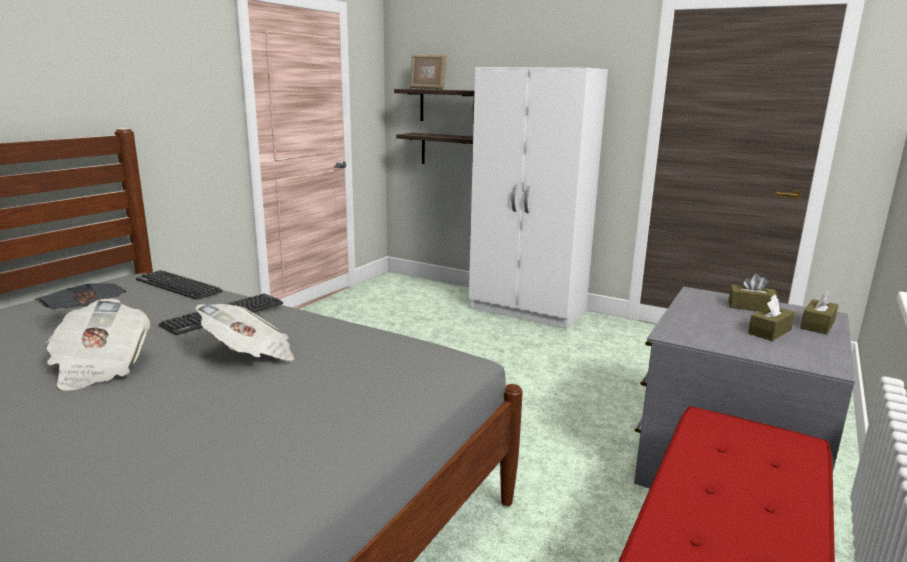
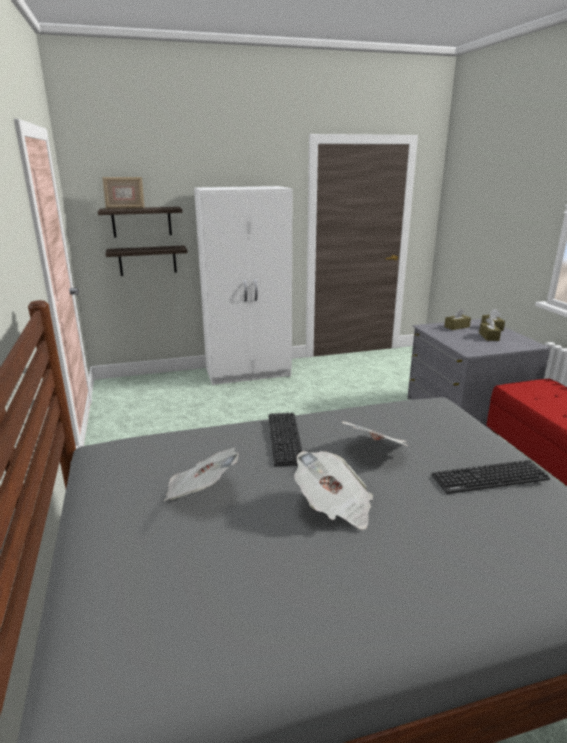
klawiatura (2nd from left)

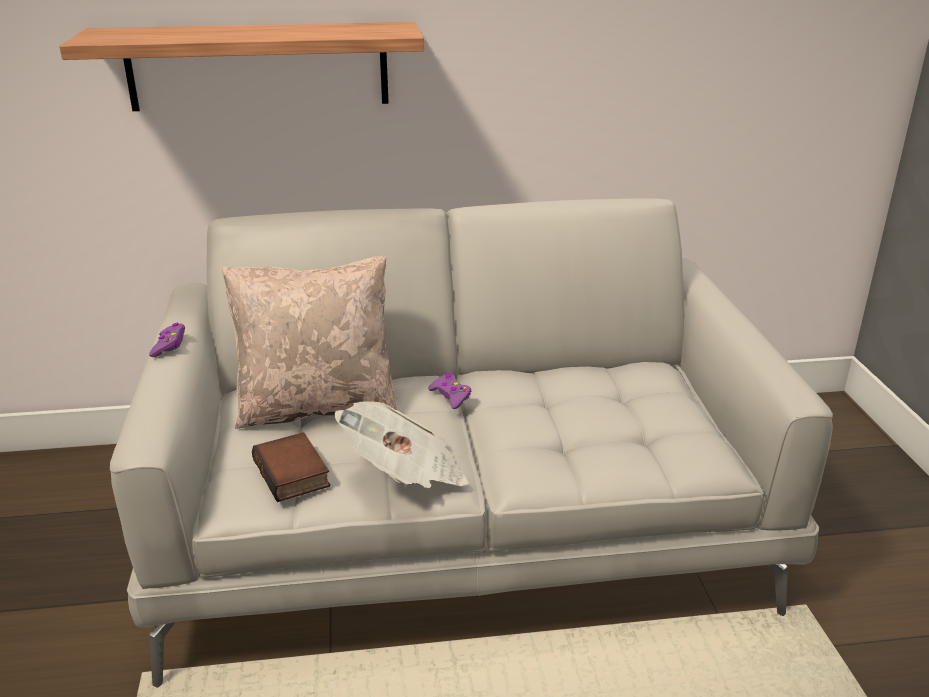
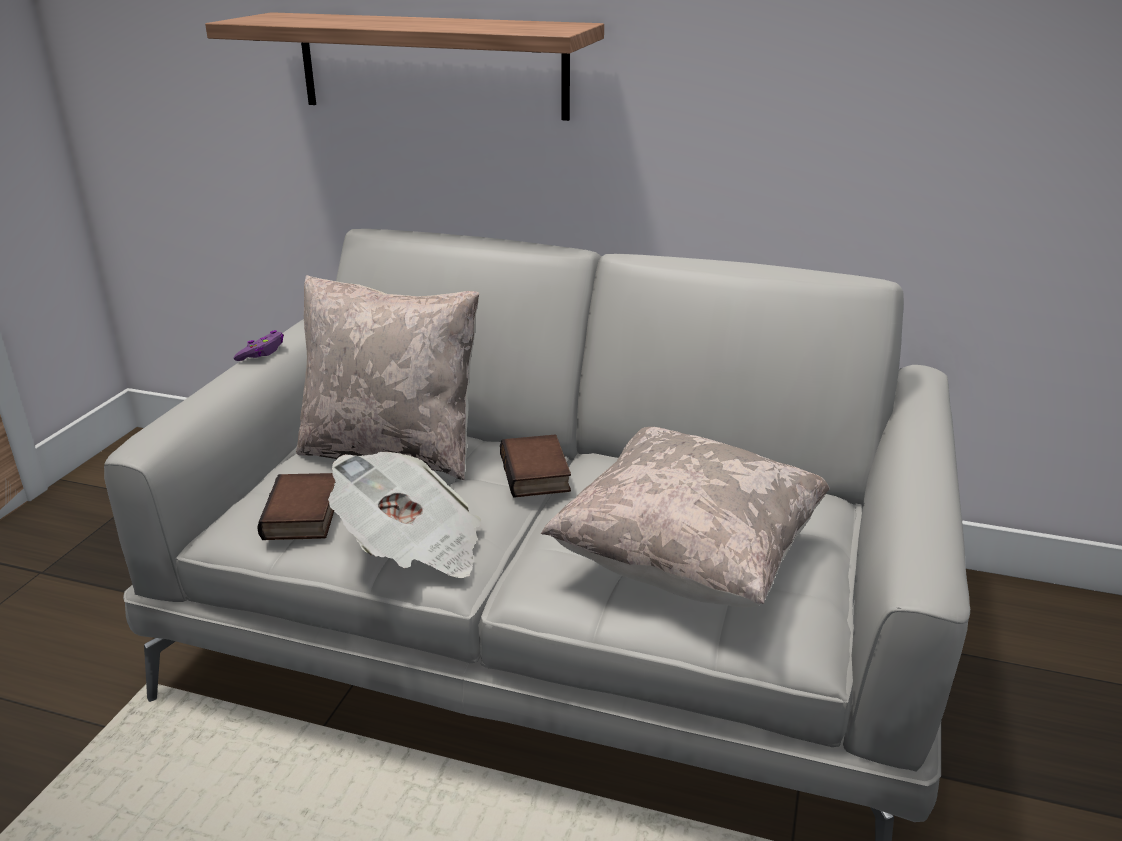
poduszka/beżowy (2nd from left)
książka (2nd from left)

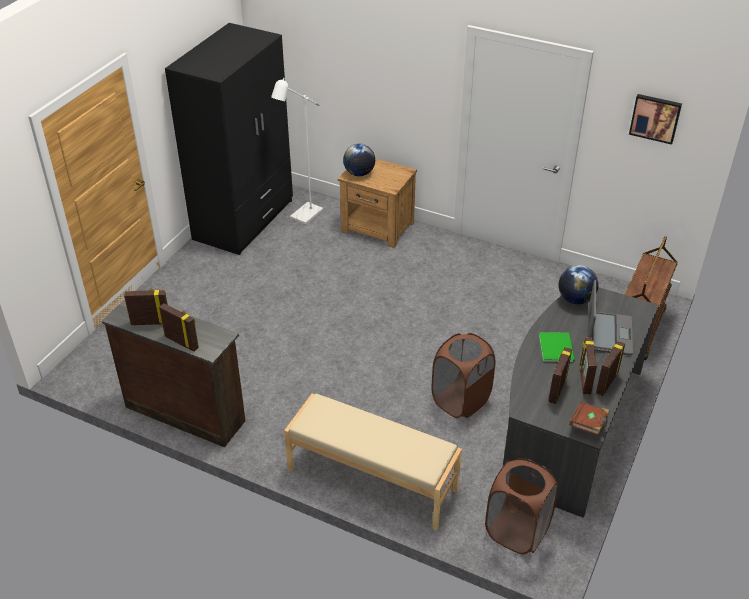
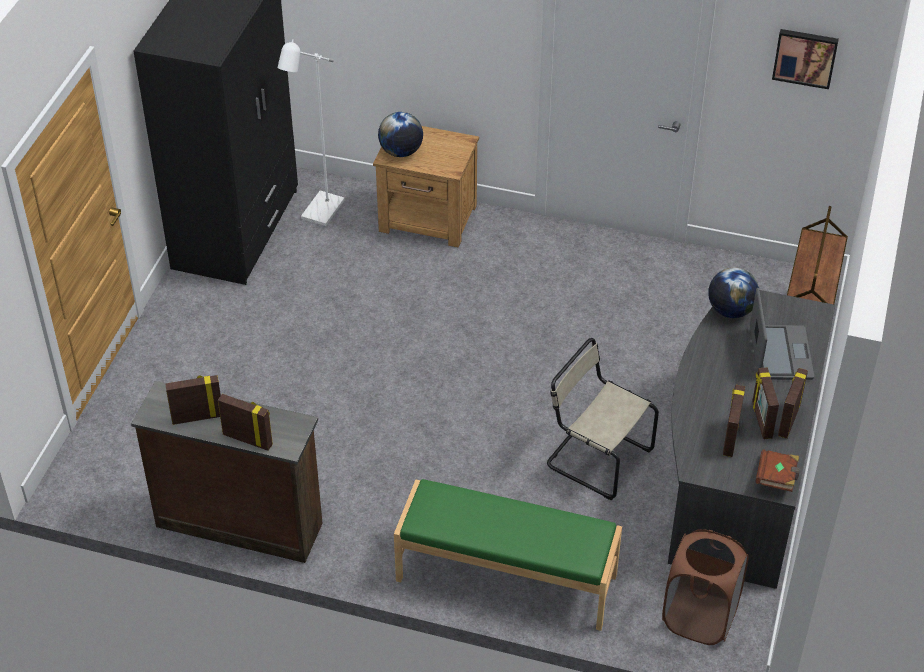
książka/zielony
krzesło/beżowy
ławka/zielony

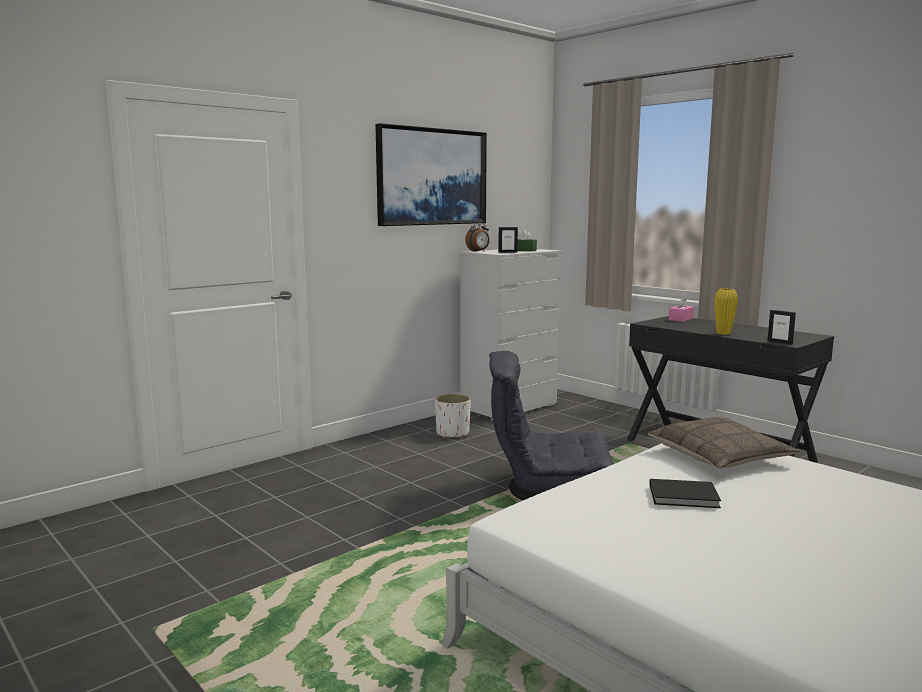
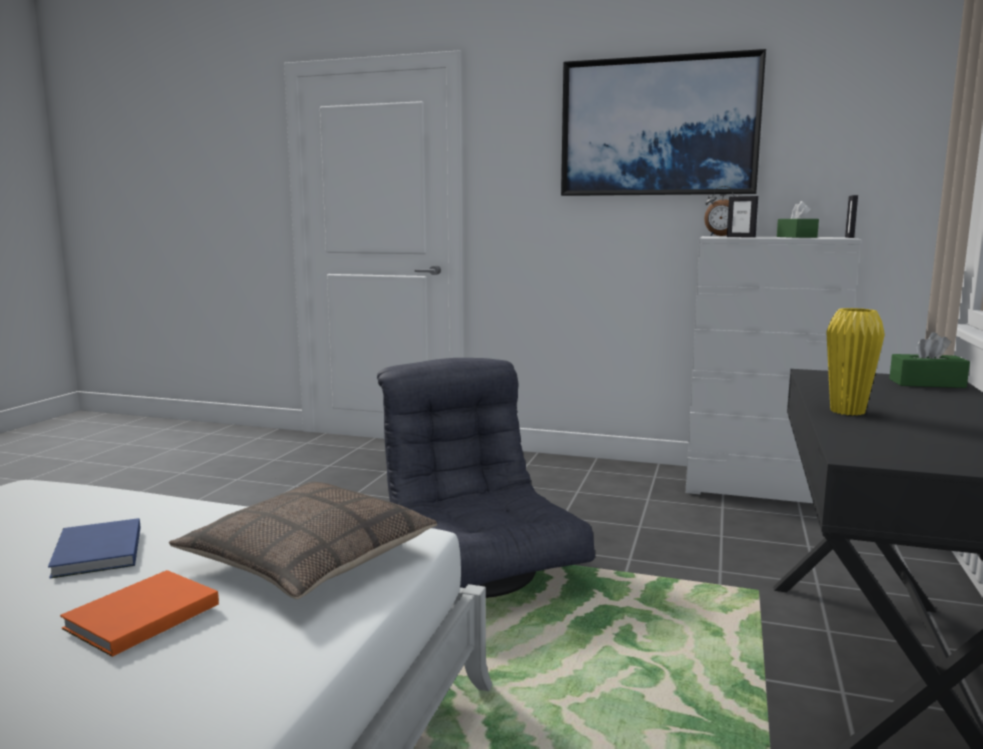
donica/biały
książka/pomarańczowy
ramka na zdjęcie (2nd from left)
książka/niebieski
pudełko chusteczek/zielony (2nd from left)

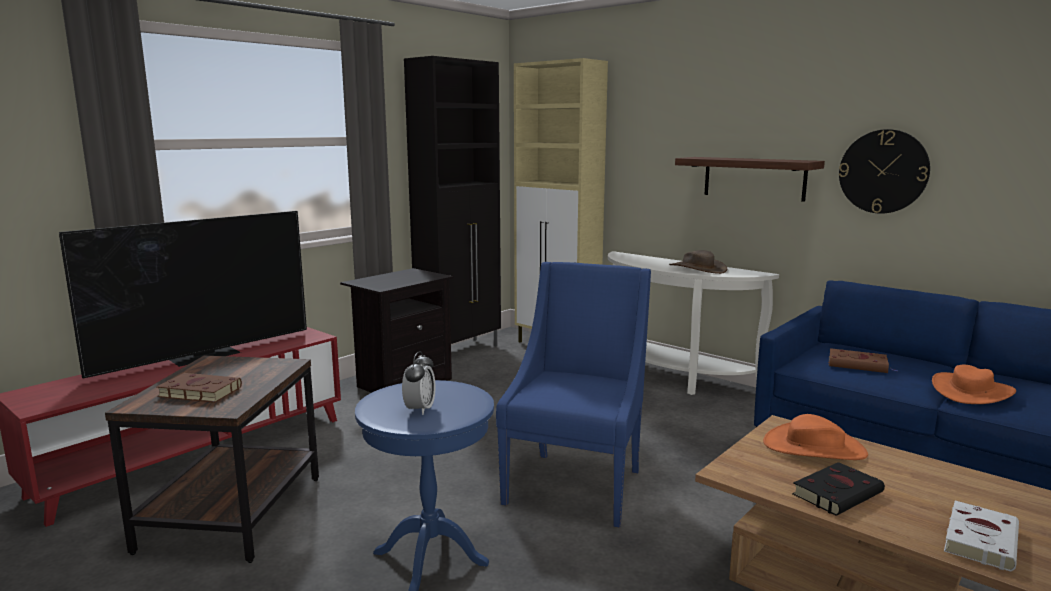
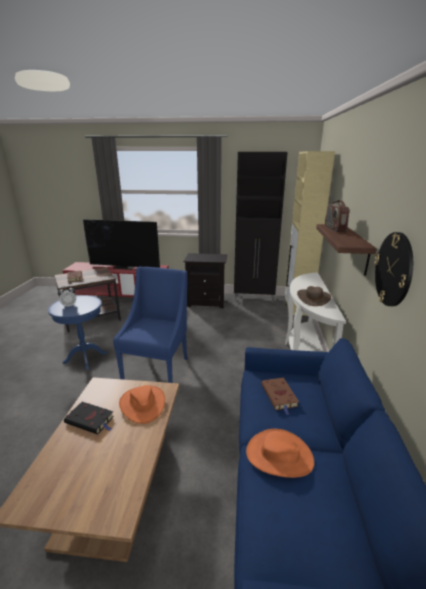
książka/biały
radio
fotel/niebieski

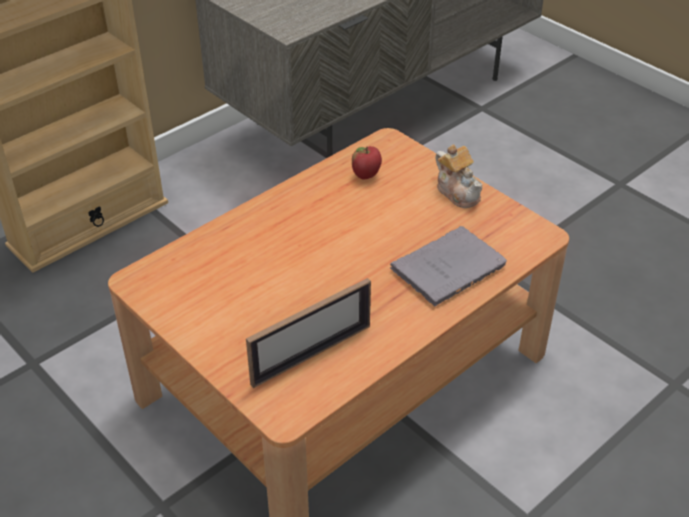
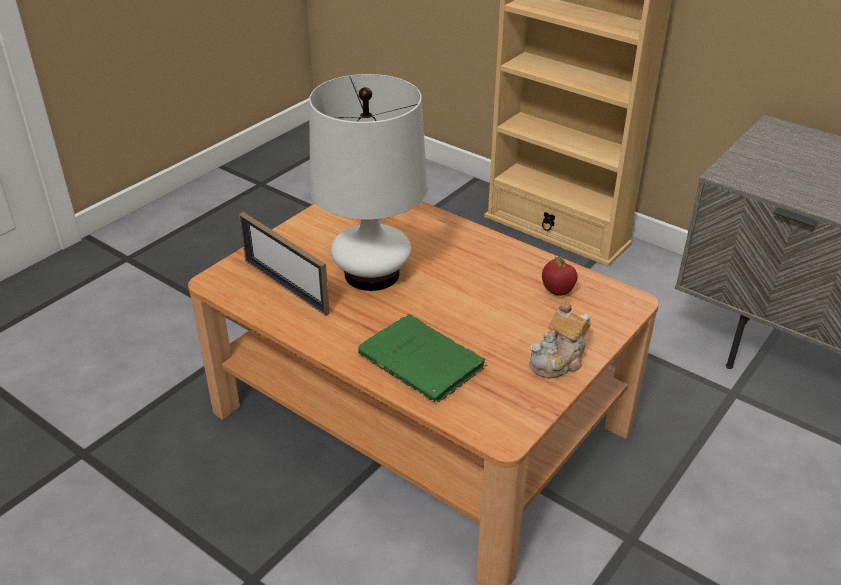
lampa stołowa/biały
książka/zielony

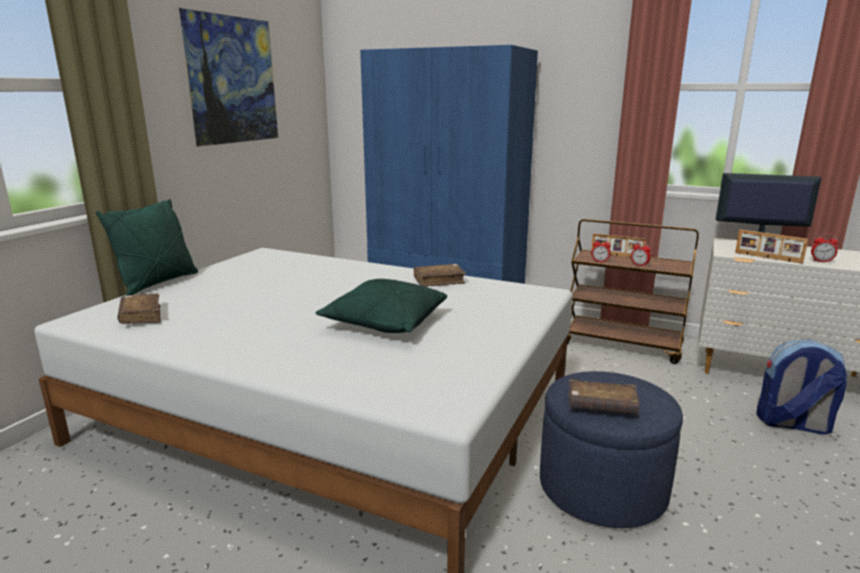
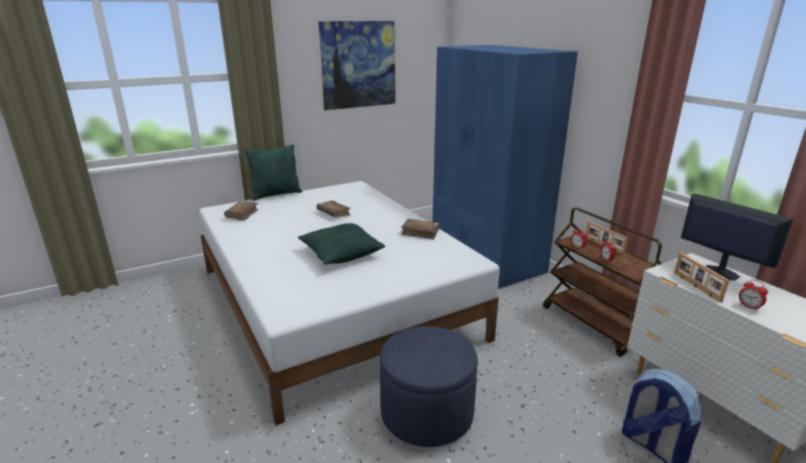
książka/brązowy (2nd from left)

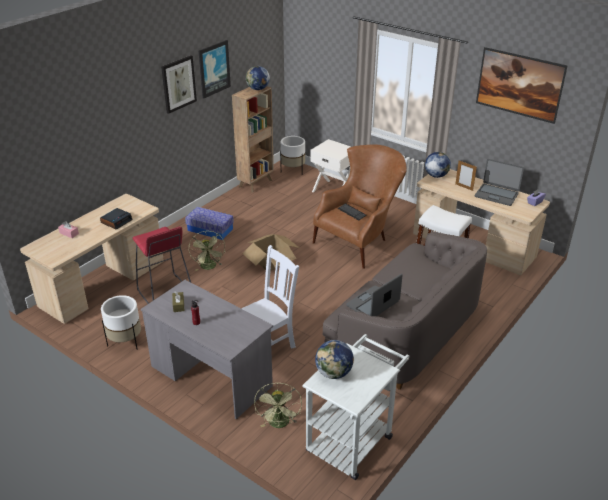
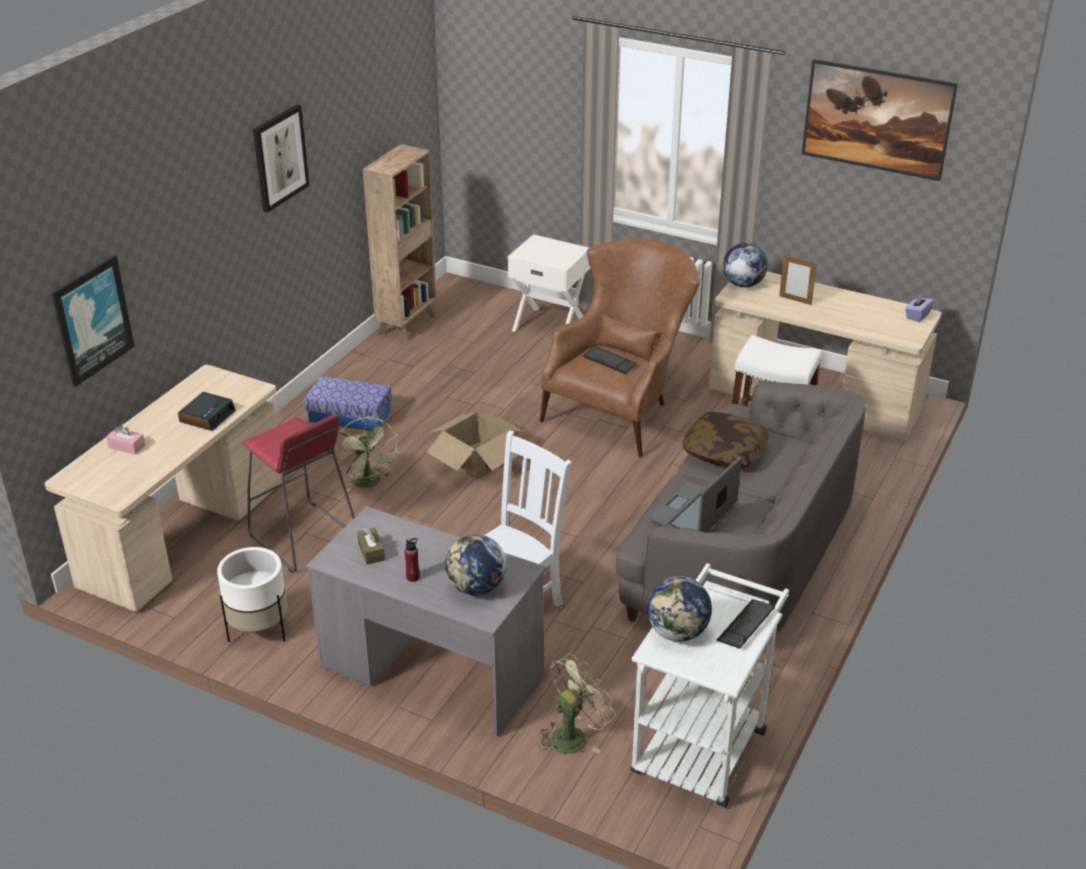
donica/biały (2nd from left in the first image)
laptop (2nd from left in the first image)
poduszka
klawiatura (2nd from left)
obraz (1st from left)
globus (1st from left)
wentylator/zielony (2nd from left)

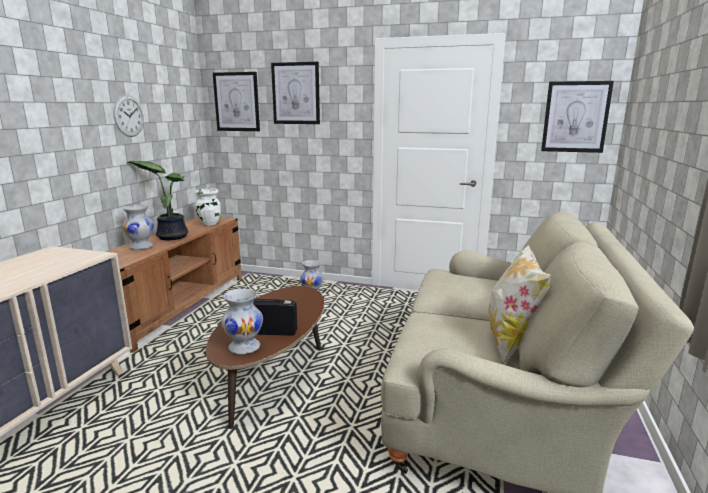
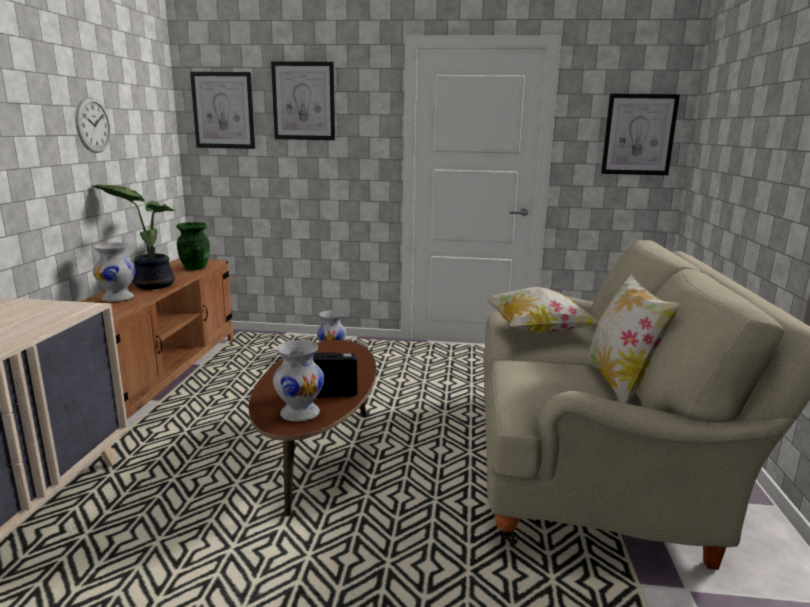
poduszka (1st from left)
wazon/zielony

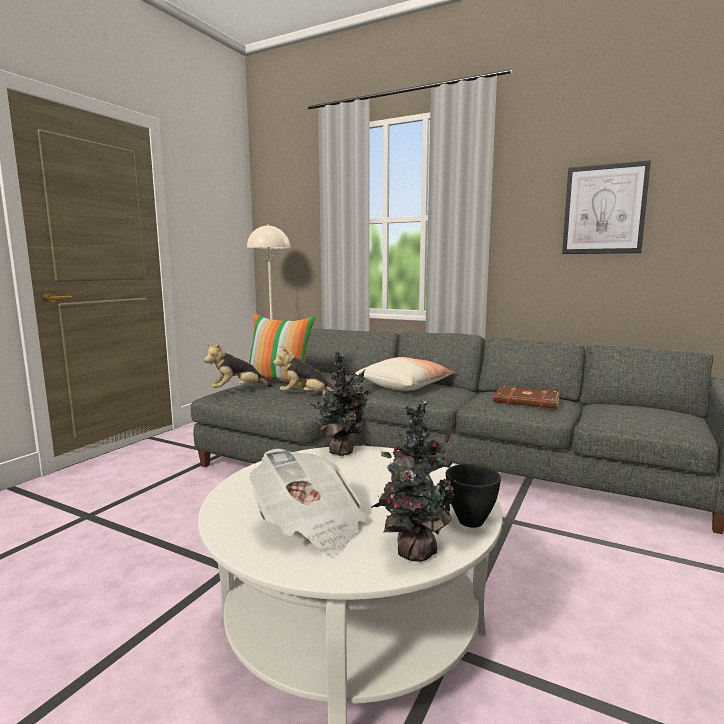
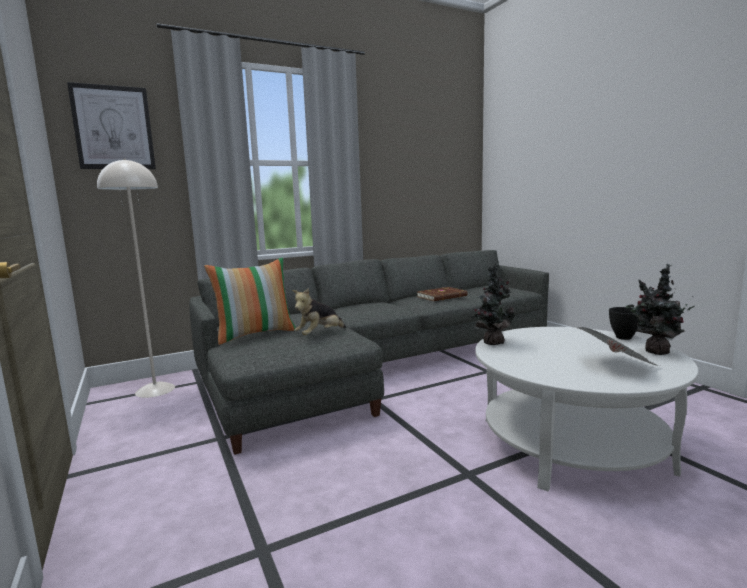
pluszak (1st from left in the first image)
poduszka (2nd from left in the first image)
obraz

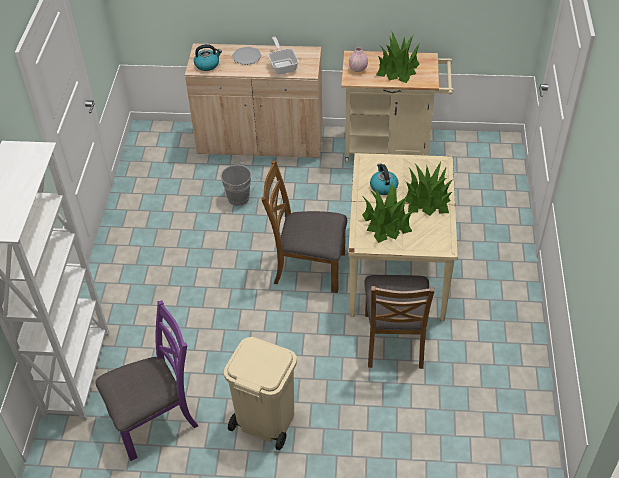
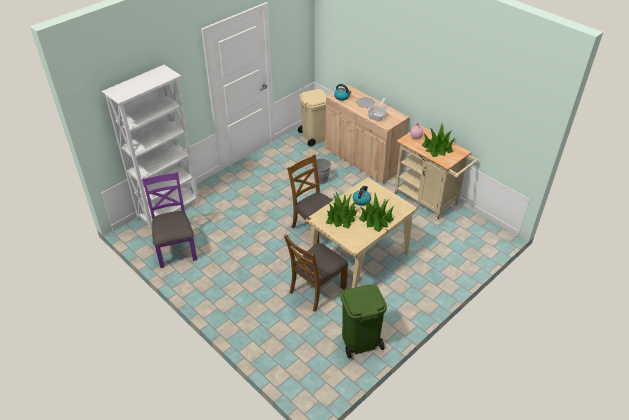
kosz na śmieci/zielony
kosz na śmieci/beżowy
krzesło/fioletowy

